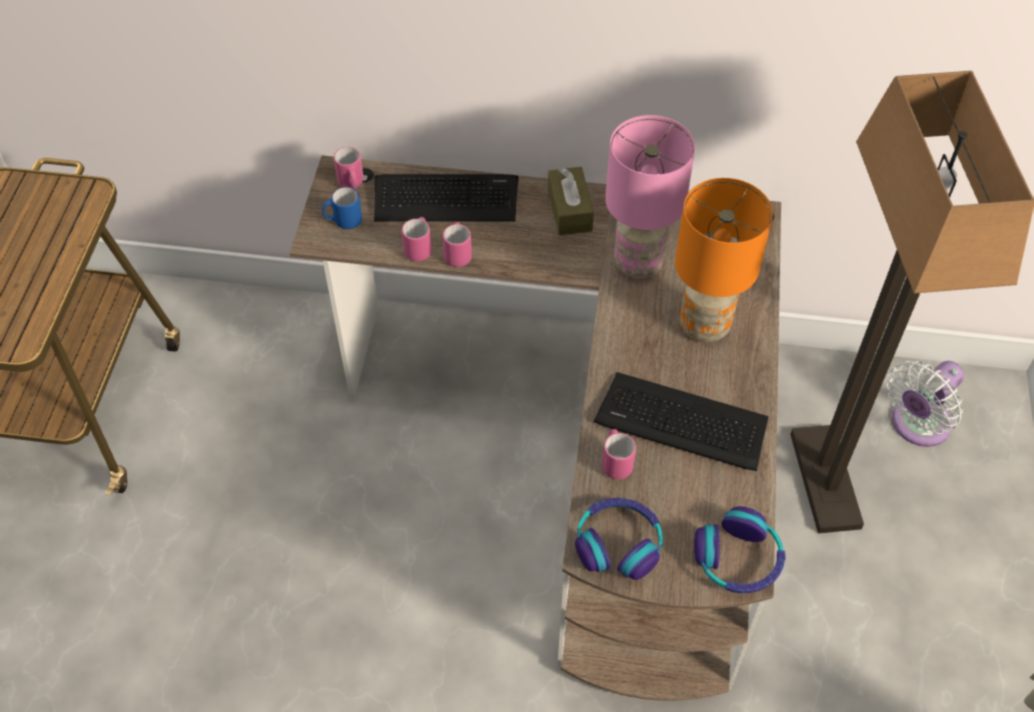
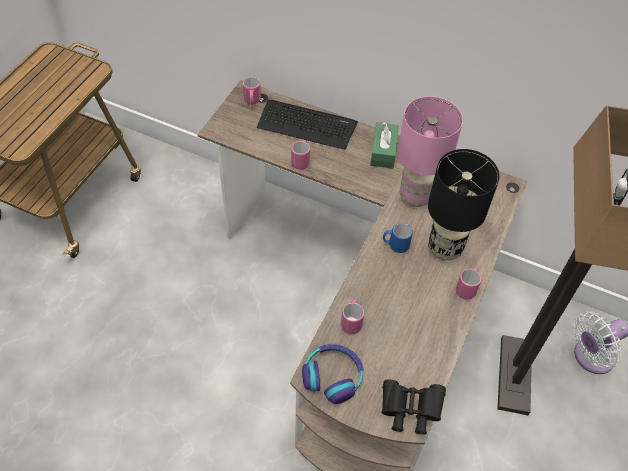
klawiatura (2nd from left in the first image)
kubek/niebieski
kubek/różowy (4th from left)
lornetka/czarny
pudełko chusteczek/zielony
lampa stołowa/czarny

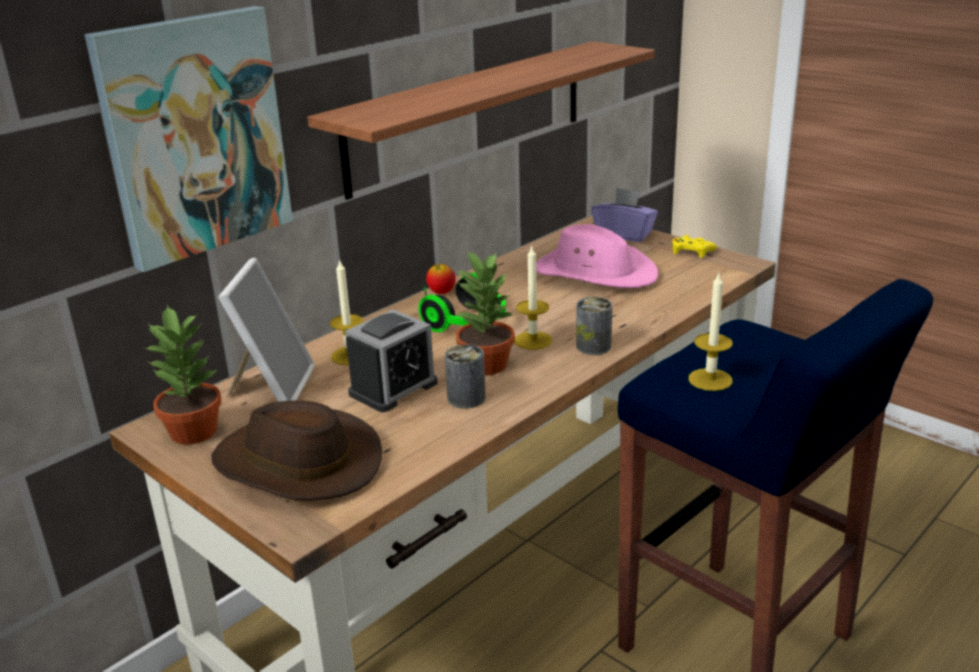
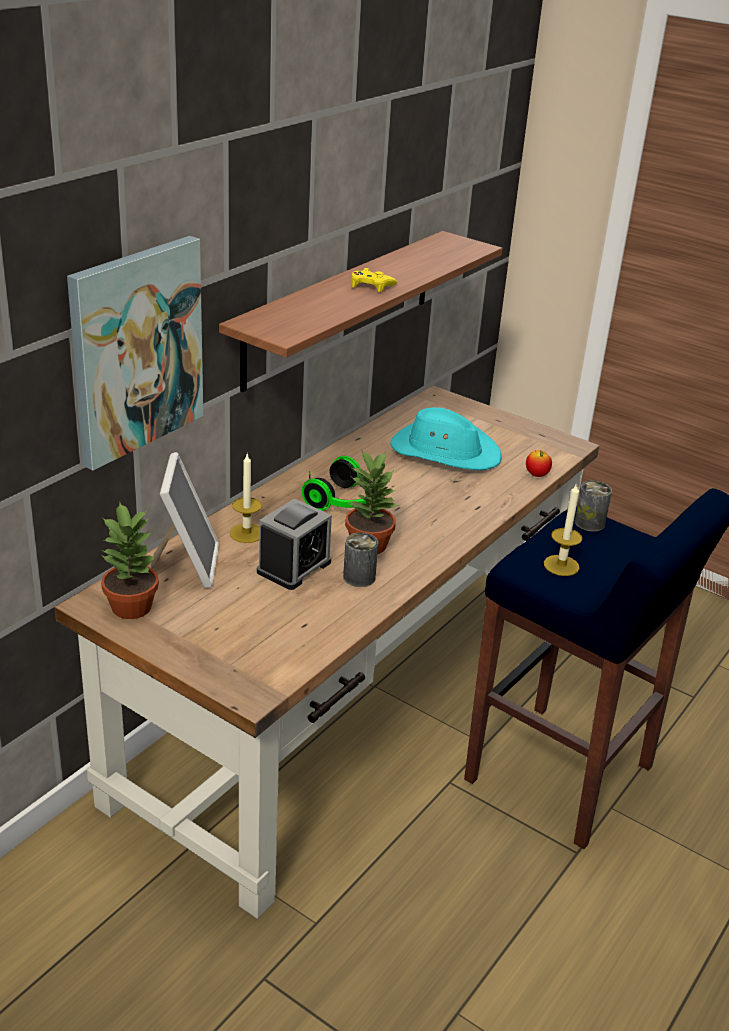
kapelusz/brązowy
świeca (2nd from left in the first image)
pudełko chusteczek/fioletowy
jabłko
puszka (2nd from left)
pad do gier/żółty
kapelusz/turkusowy

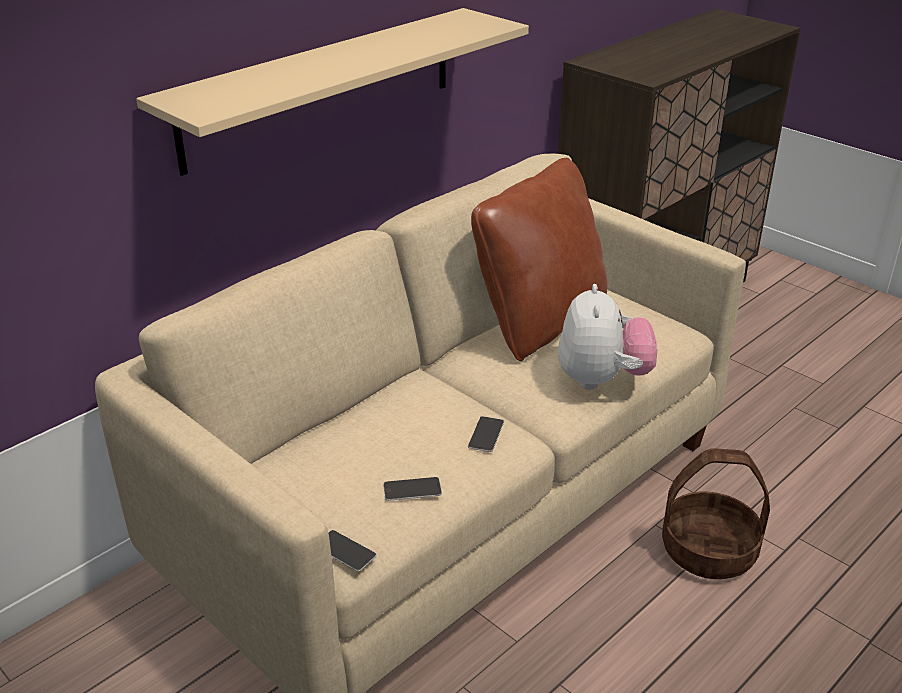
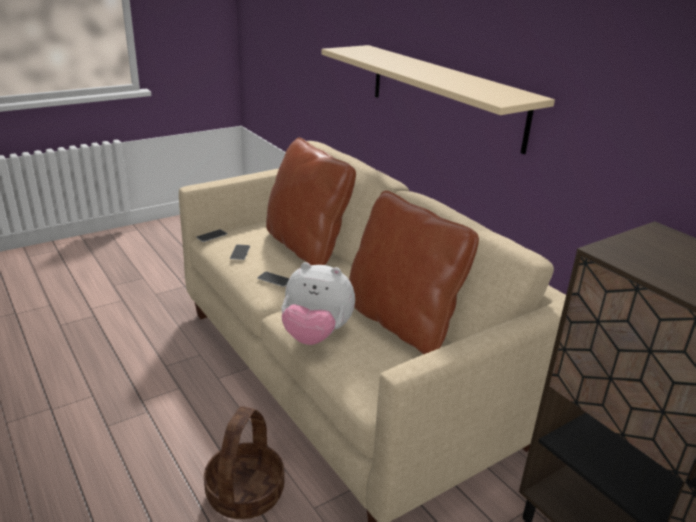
poduszka/brązowy (1st from left)

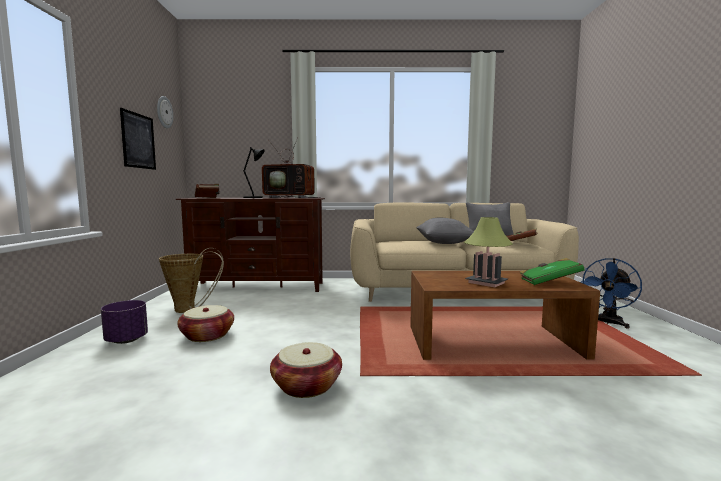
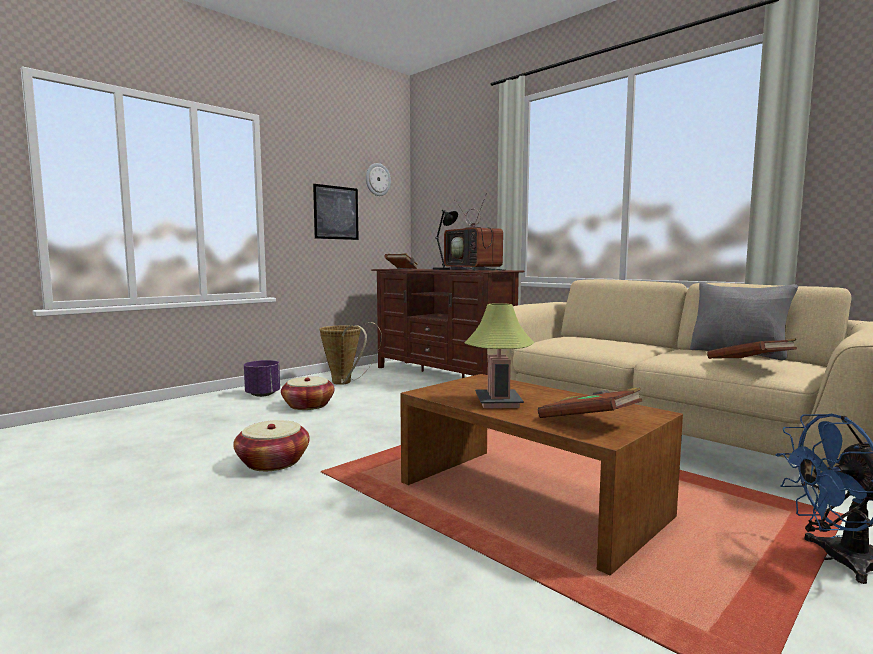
poduszka/szary (1st from left in the first image)
książka/brązowy (2nd from left)

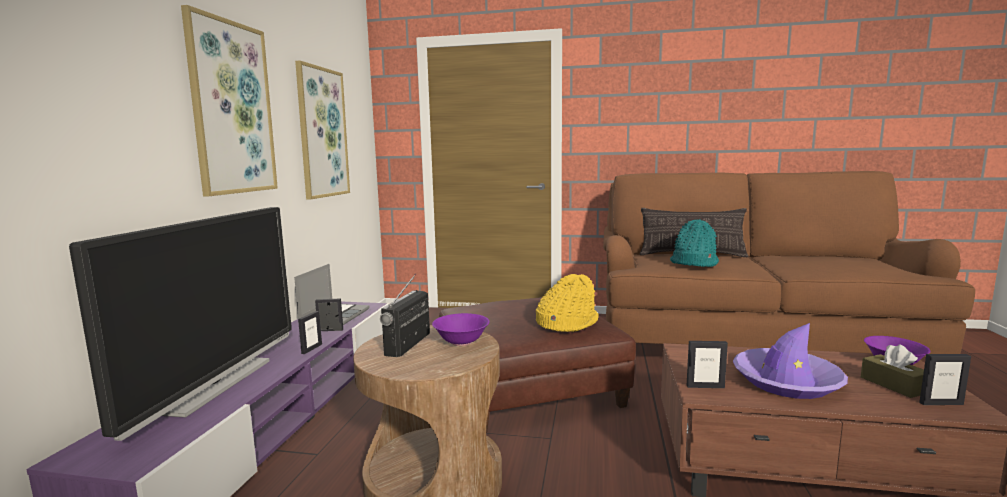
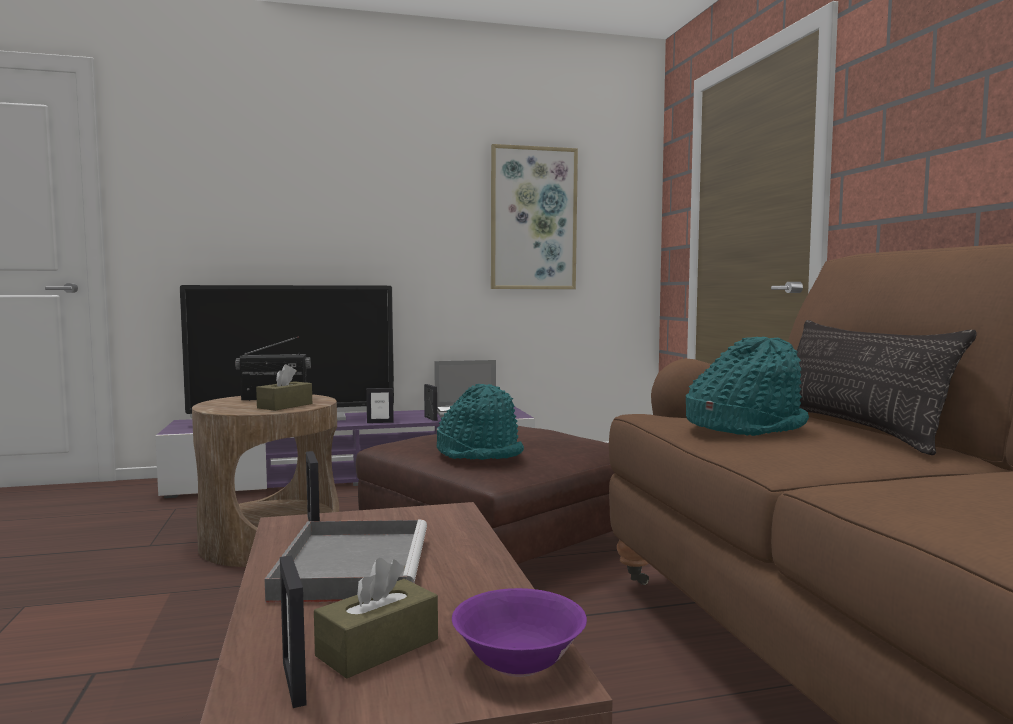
obraz (1st from left in the first image)
pudełko chusteczek/brązowy (1st from left)
taca/szary
kapelusz/turkusowy (1st from left)

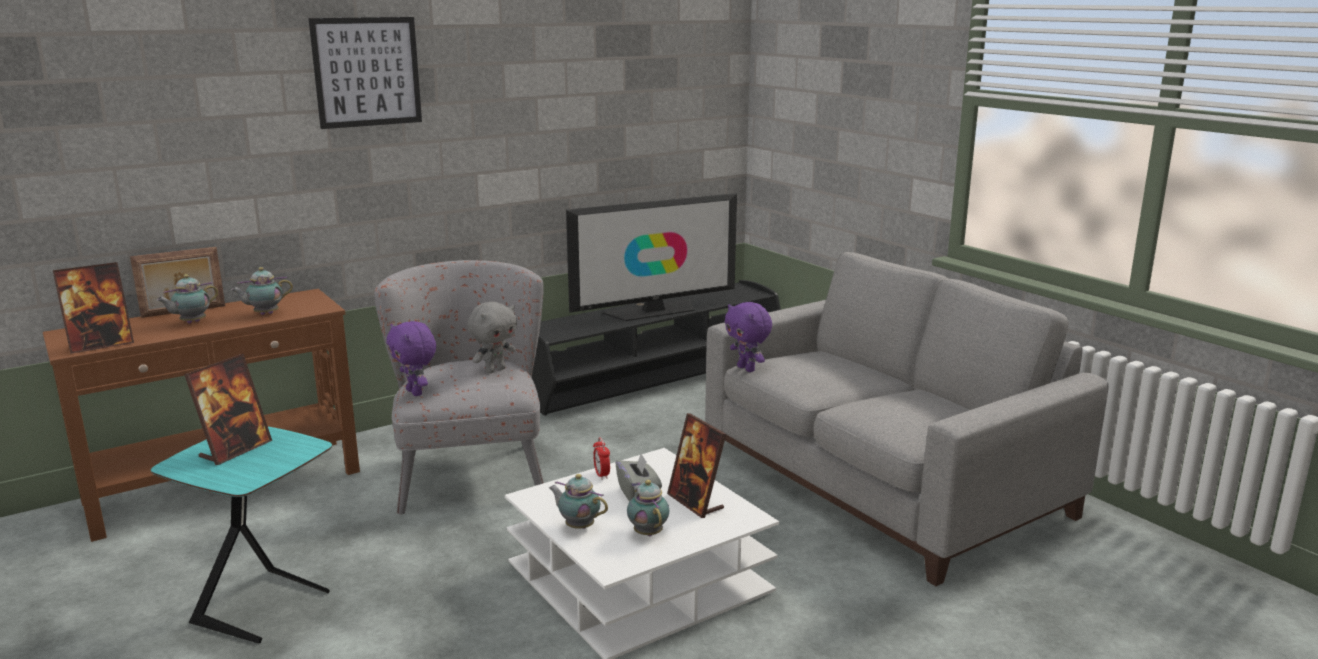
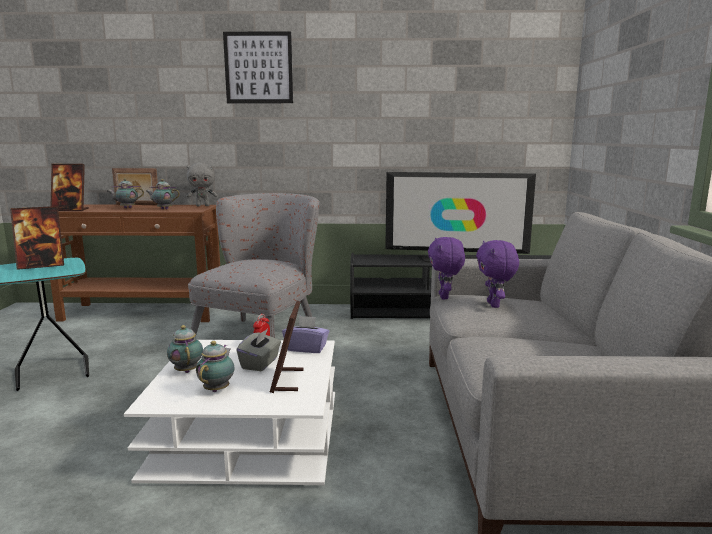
pudełko chusteczek/fioletowy
pluszak/fioletowy (2nd from left)
pluszak/szary

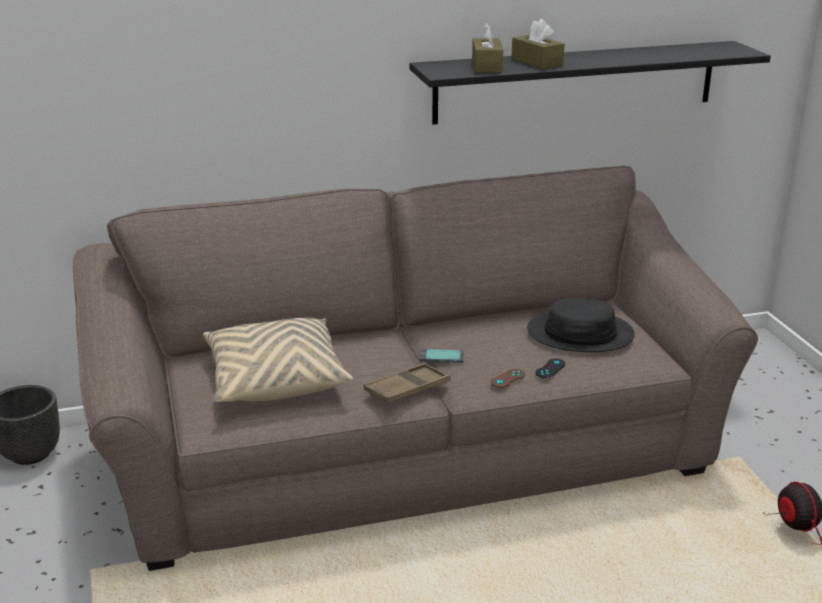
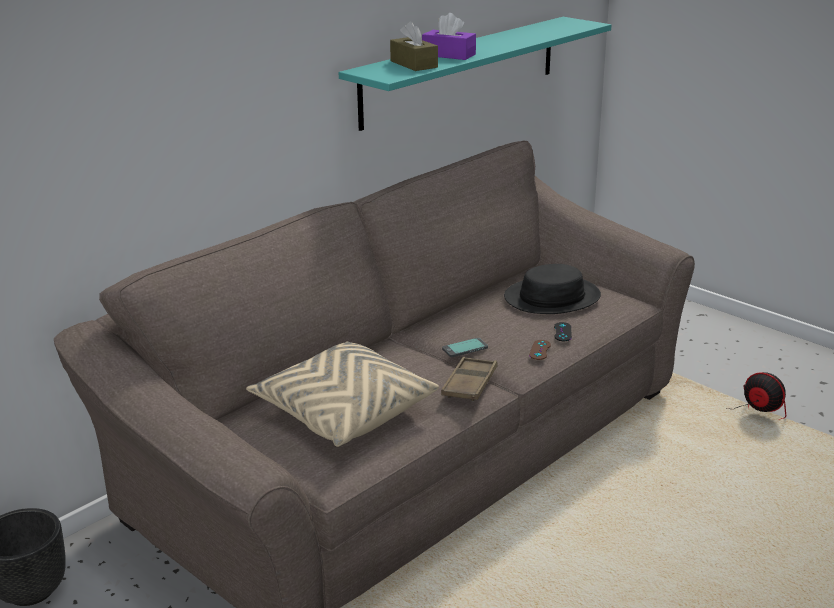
półka/turkusowy
pudełko chusteczek/fioletowy

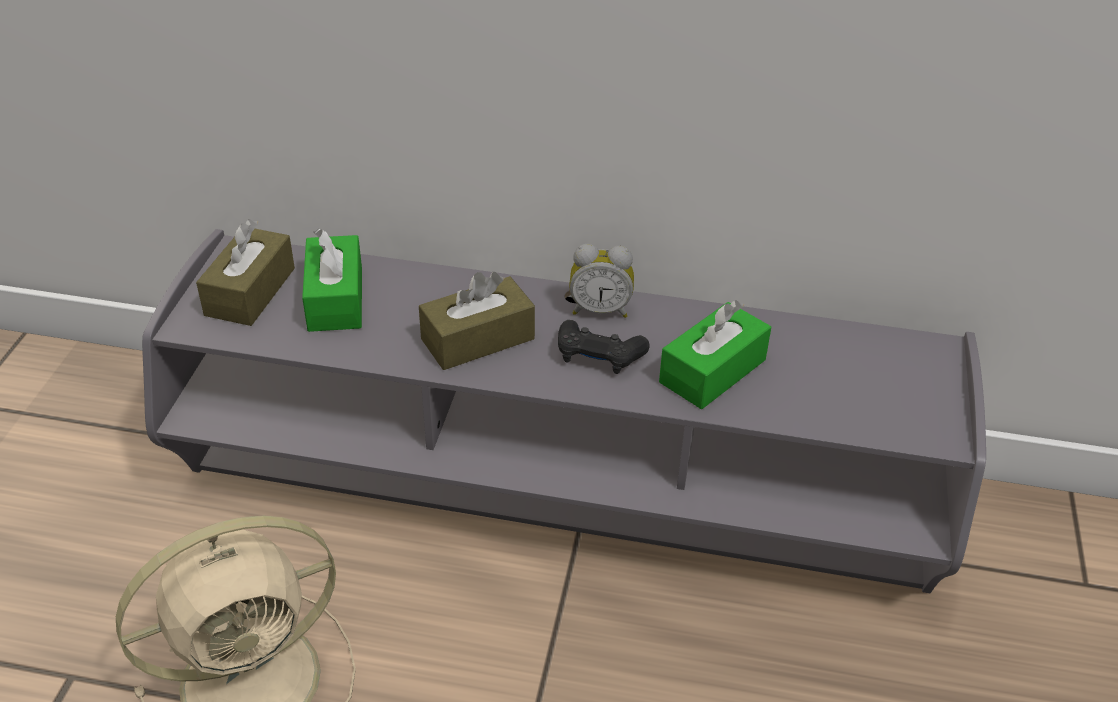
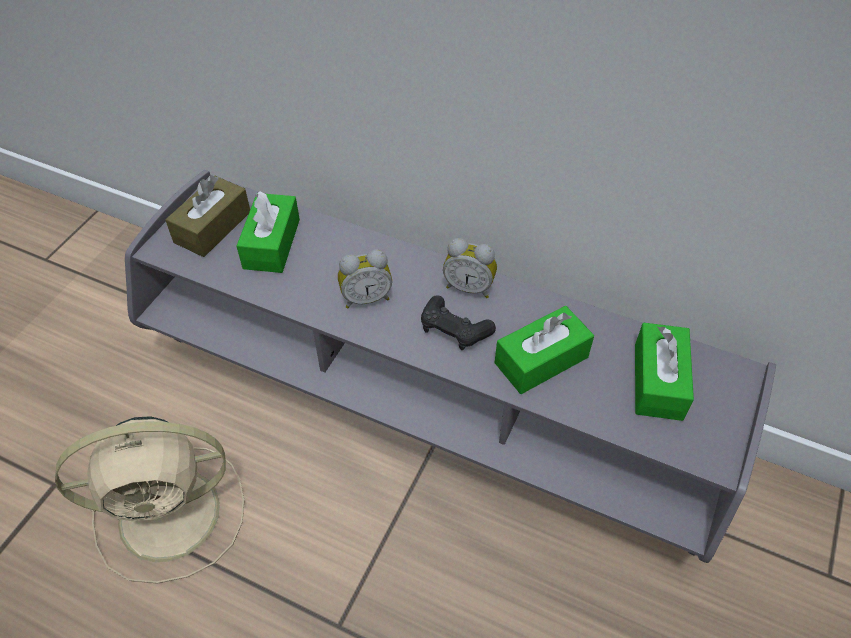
pudełko chusteczek/zielony (3rd from left)
budzik (1st from left)

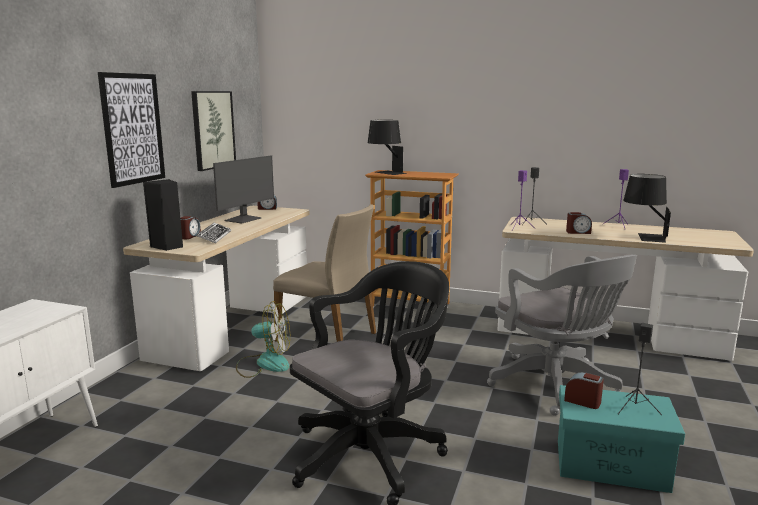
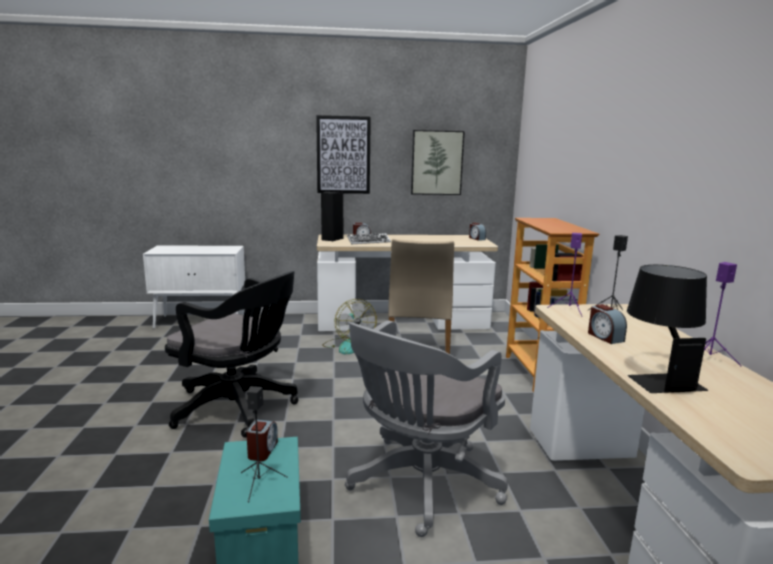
monitor
lampa stołowa/czarny (1st from left in the first image)

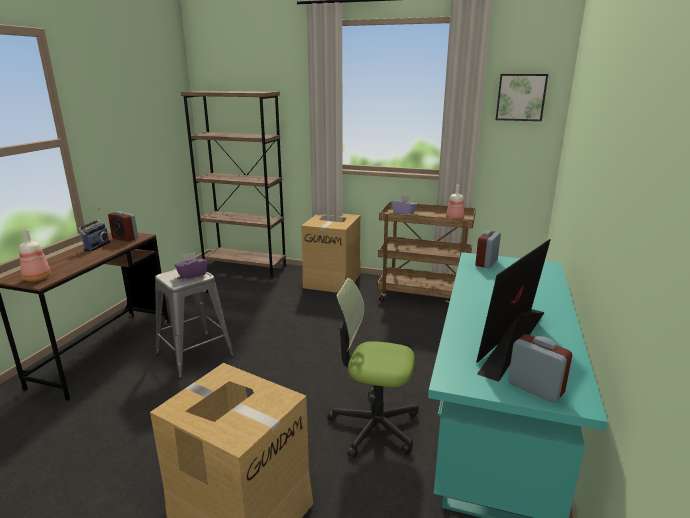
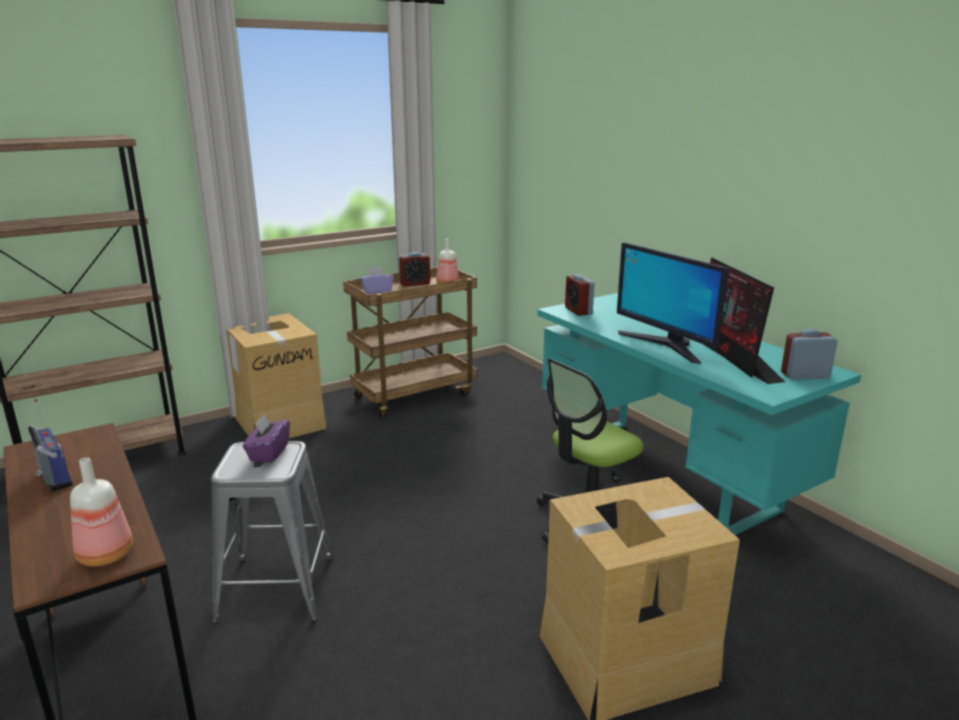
obraz
monitor (1st from left)
budzik (1st from left)

